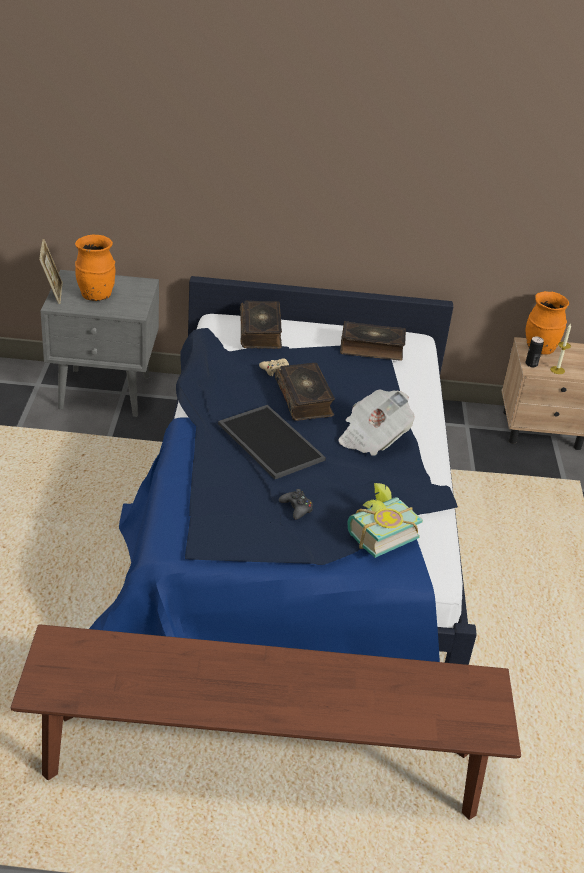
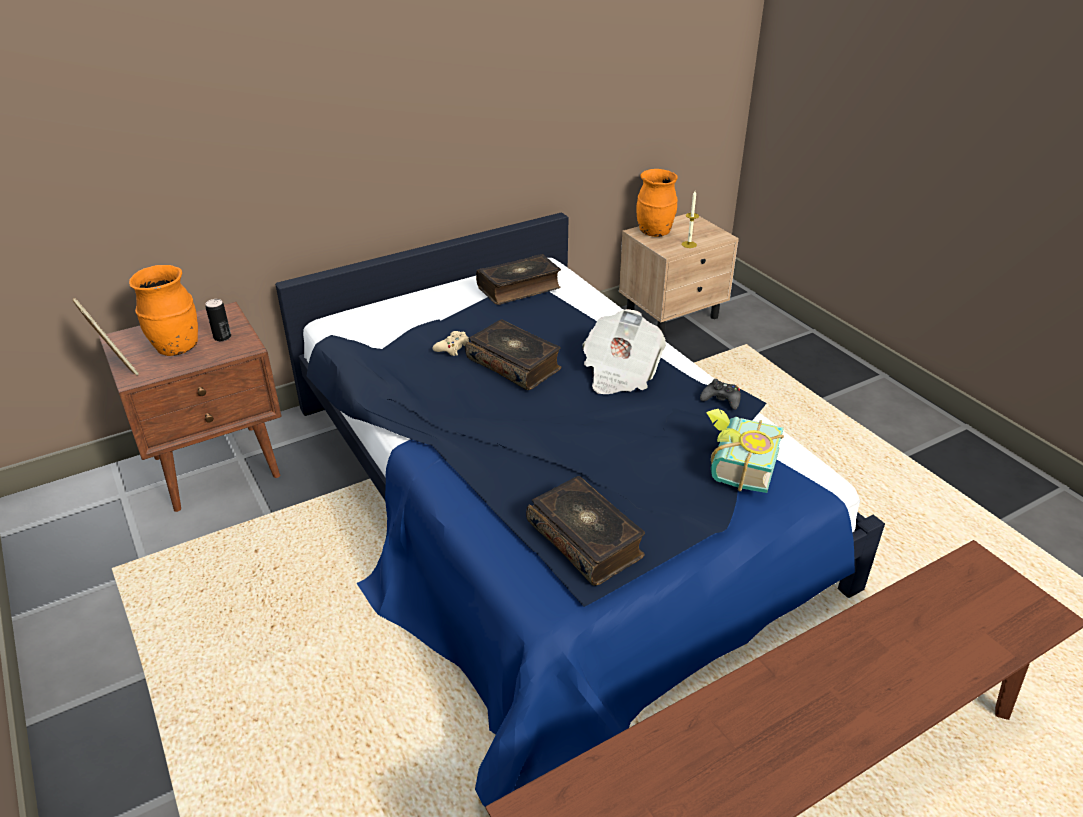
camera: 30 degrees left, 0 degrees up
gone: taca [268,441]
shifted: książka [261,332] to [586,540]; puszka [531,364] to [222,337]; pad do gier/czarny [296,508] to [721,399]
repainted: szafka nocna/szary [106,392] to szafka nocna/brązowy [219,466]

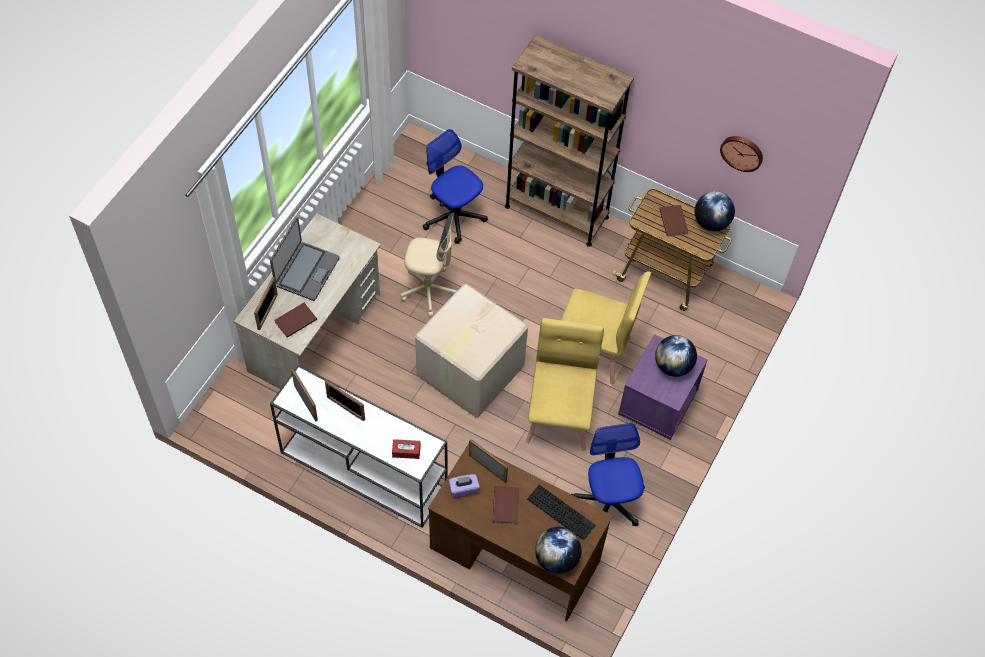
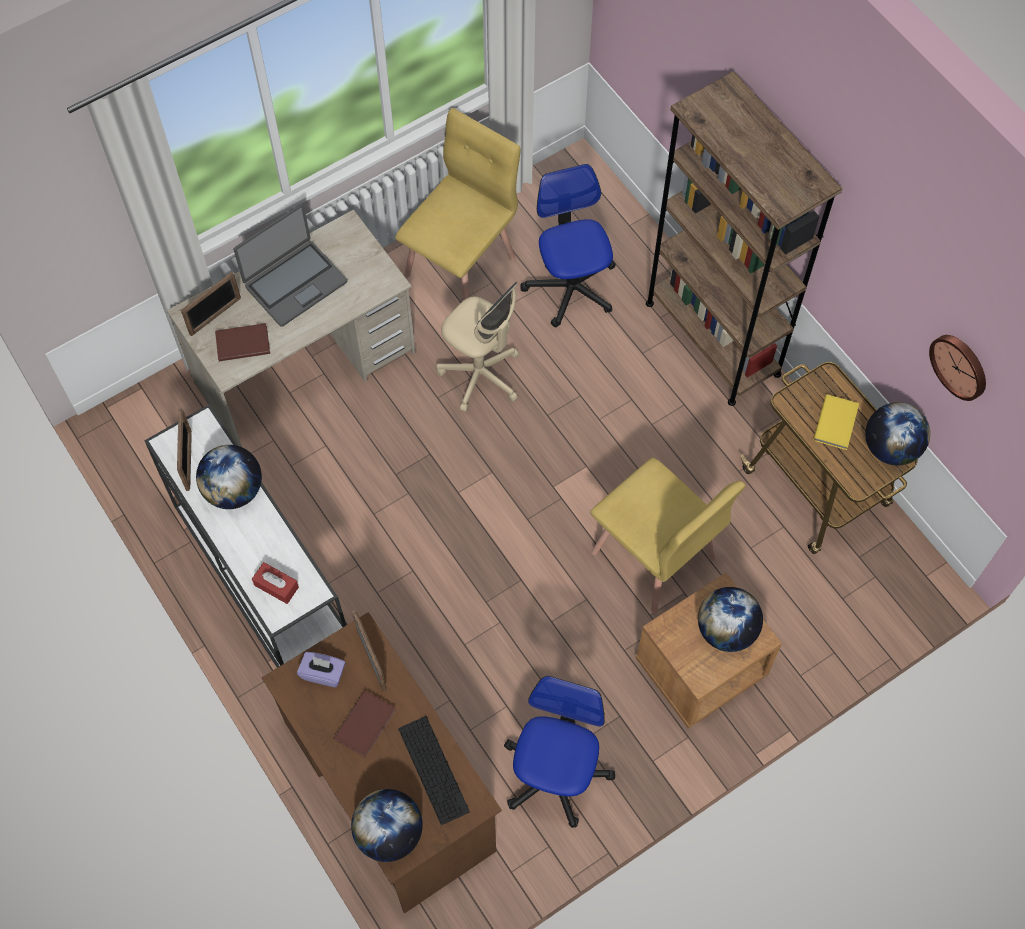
camera: 30 degrees right, 5 degrees up
gone: karton [468,370]
shifted: krzesło/żółty [559,419] to [461,266]
swapped: ramka na zdjęcie [345,408] to globus [234,490]
repainted: książka/brązowy [674,221] to książka/żółty [837,423]; szafka nocna/fioletowy [657,404] to szafka nocna/brązowy [700,669]

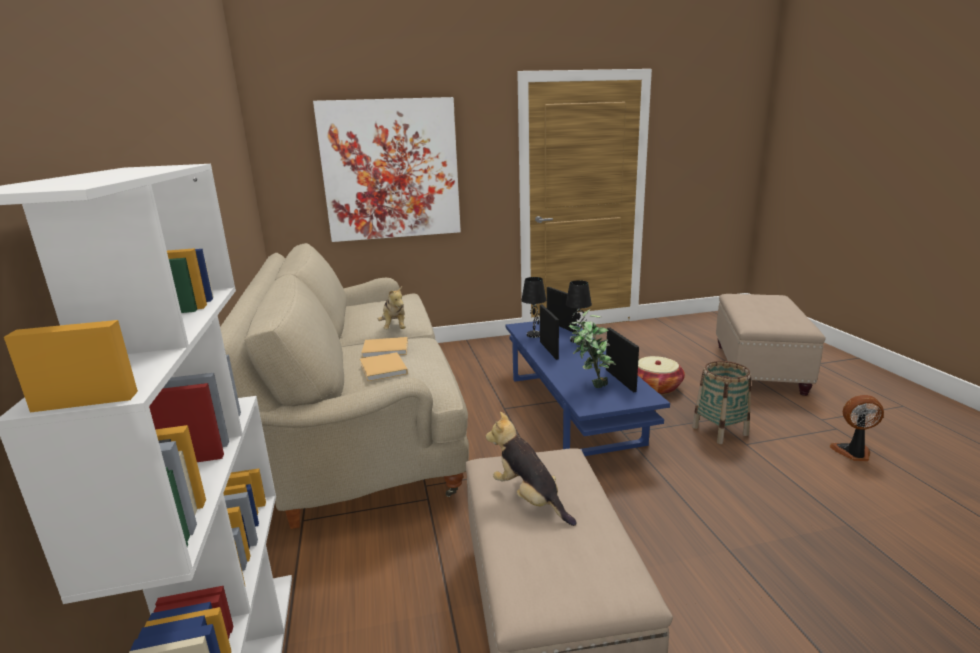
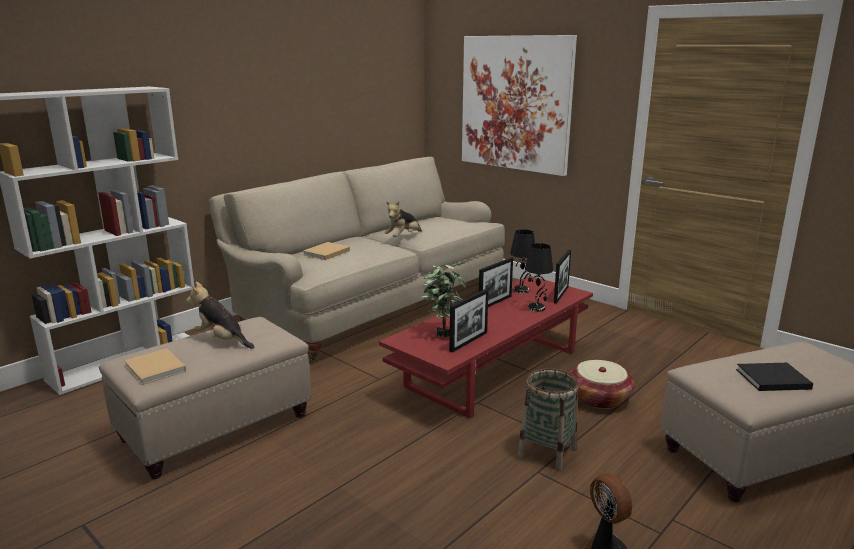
camera: 55 degrees right, 0 degrees up
new: książka/czarny [771,379]
shifted: książka/beżowy [387,349] to [156,369]
repainted: ława/niebieski [572,408] to ława/czerwony [493,368]
rotated: pluszak [529,499] = [222,340] 75 degrees counterclockwise

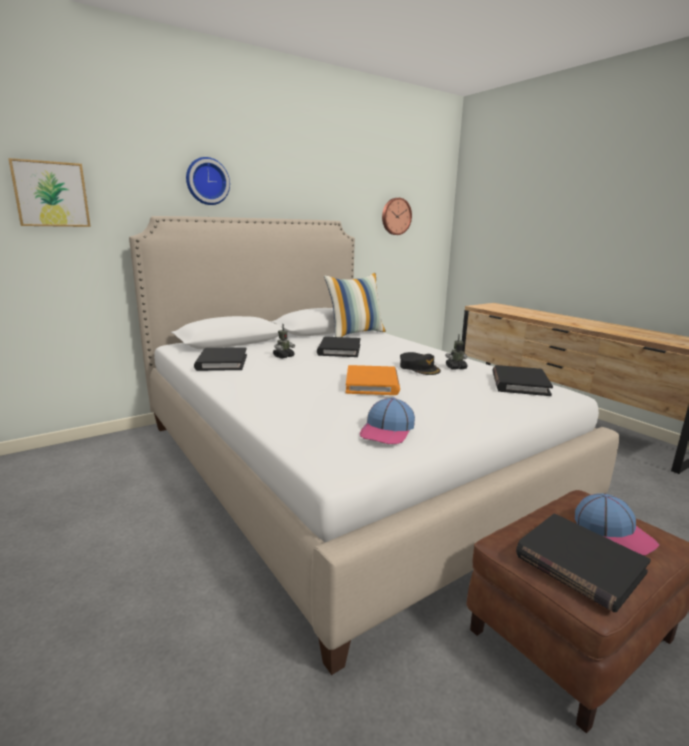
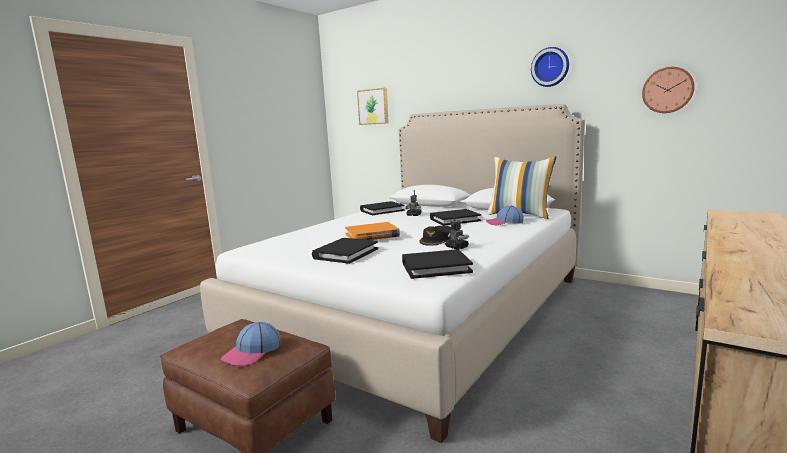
camera: 70 degrees right, 5 degrees down
shifted: zegar ścienny [207,181] to [550,67]; czapka z daszkiem [387,430] to [504,222]; książka/czarny [579,564] to [345,253]

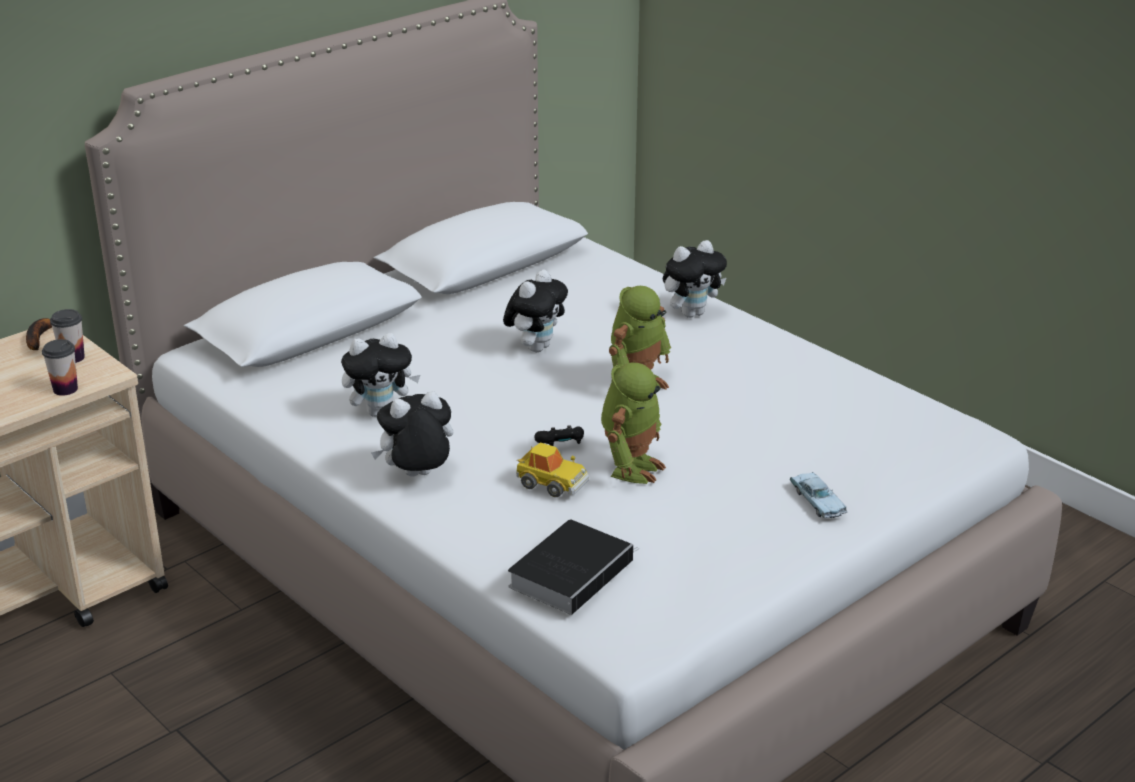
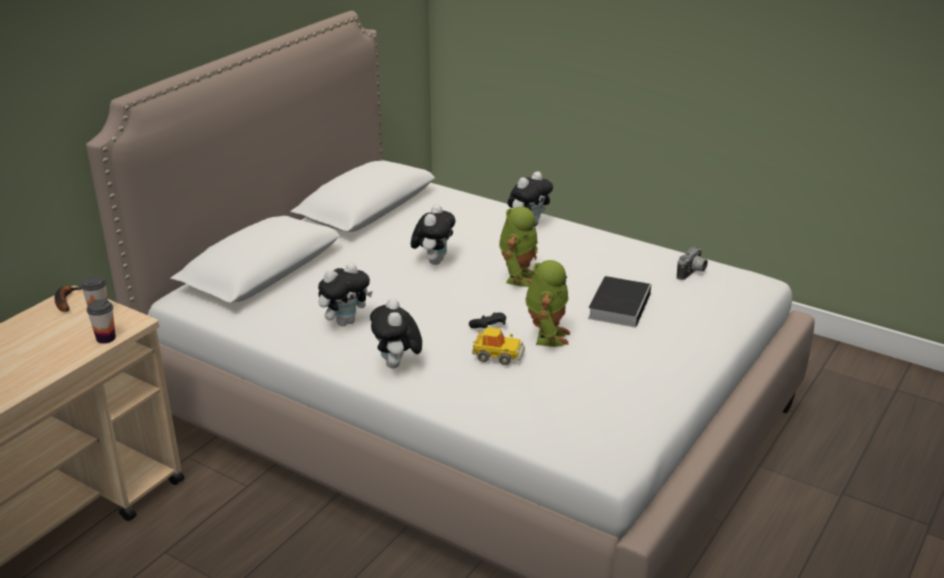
camera: 15 degrees left, 0 degrees up
gone: samochodzik/niebieski [817,501]
new: aparat fotograficzny [692,273]
shifted: książka [572,571] to [619,305]
rotated: pluszak [417,477] = [397,365] 60 degrees counterclockwise

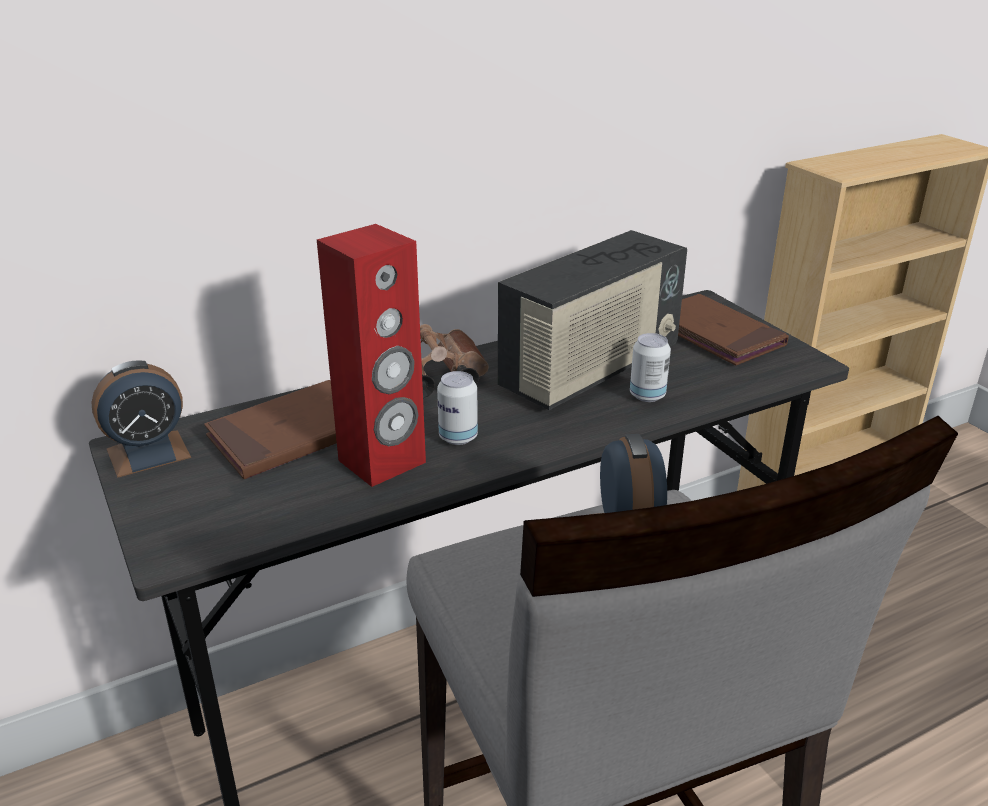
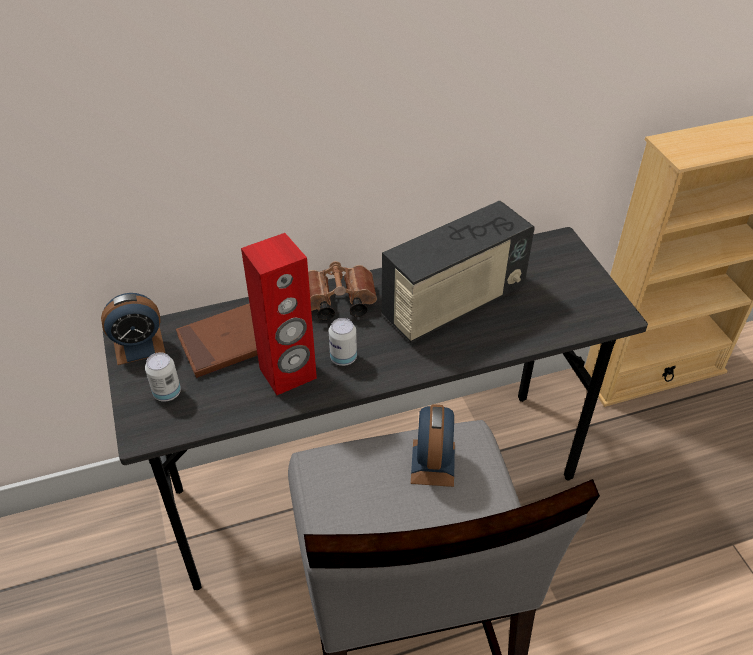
camera: 10 degrees right, 15 degrees up
gone: książka/brązowy [715,335]
shifted: puszka [647,395] to [167,393]

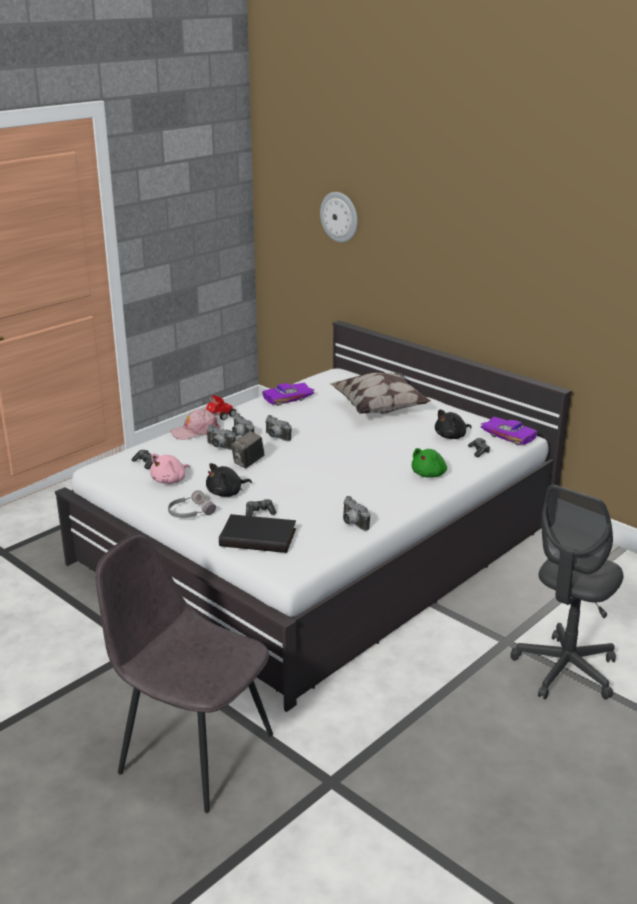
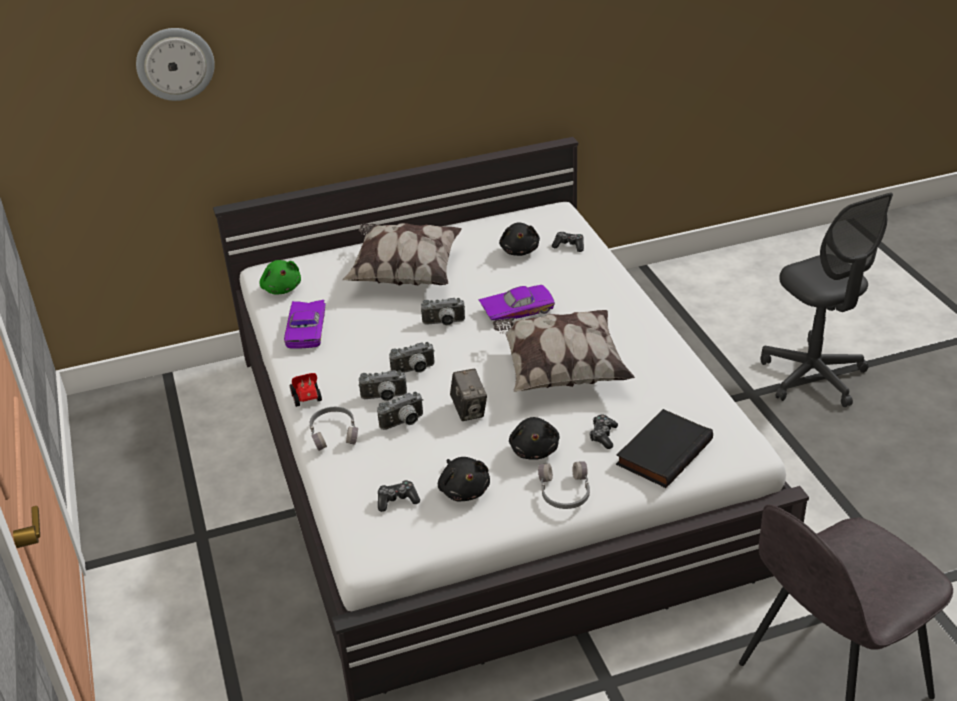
camera: 60 degrees left, 10 degrees up
new: poduszka [560,371]
shifted: samochodzik/fioletowy [509,435] to [516,309]; pluszak/zielony [429,474] to [281,288]; aparat fotograficzny [352,523] to [444,323]
swapped: czapka z daszkiem/różowy [195,431] to słuchawki/szary [334,433]
repainted: pluszak/różowy [170,480] to pluszak/czarny [464,490]

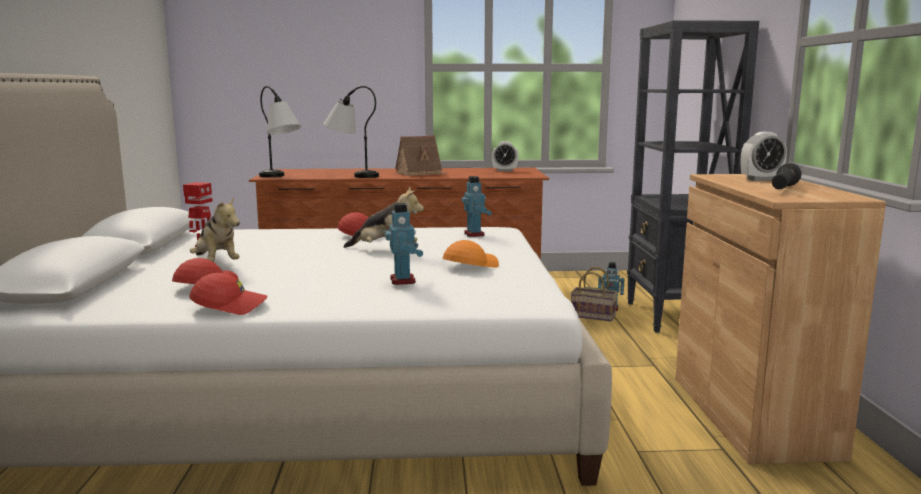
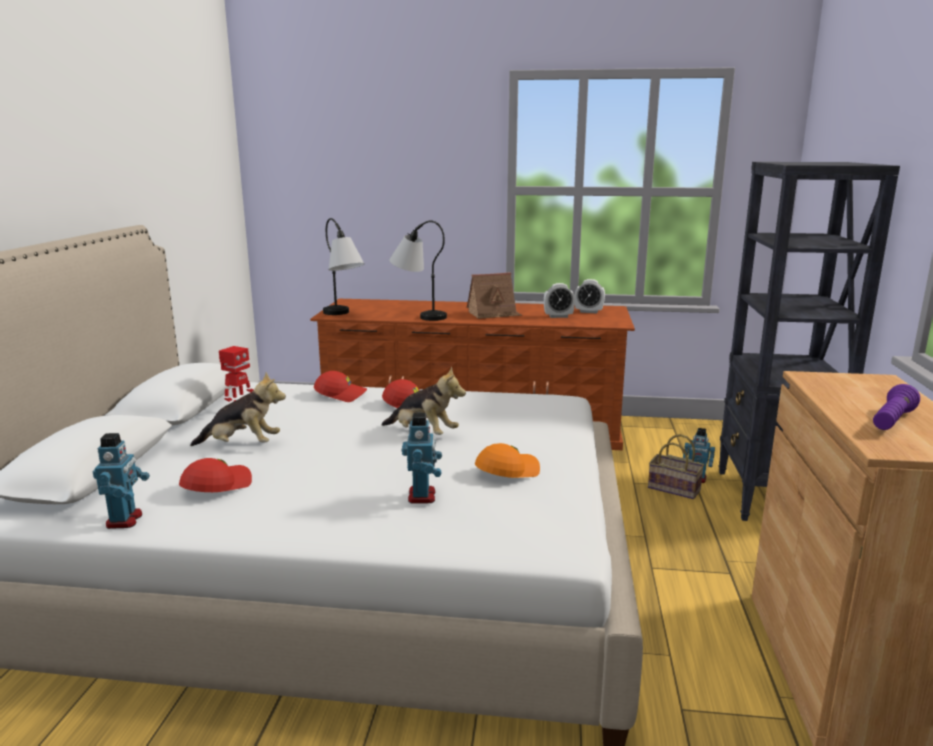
camera: 10 degrees right, 5 degrees up
shifted: budzik [761,179] to [558,316]; robot zabawkowy [474,234] to [125,520]; czapka z daszkiem/czerwony [230,306] to [341,394]
repainted: latarka/czarny [783,189] to latarka/fioletowy [891,422]
rotated: pluszak [216,263] = [242,445] 60 degrees counterclockwise

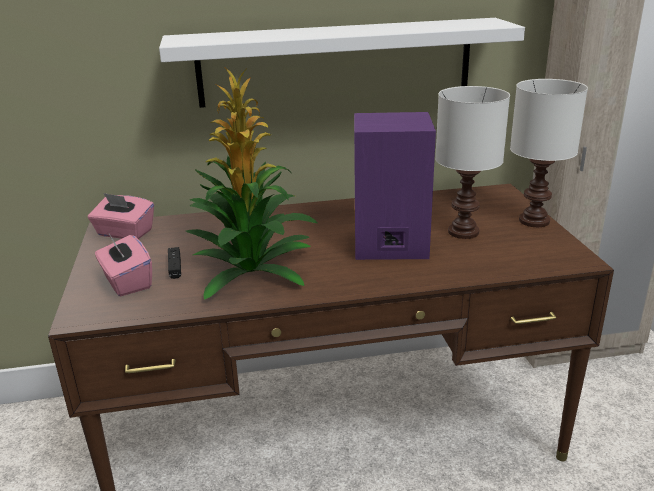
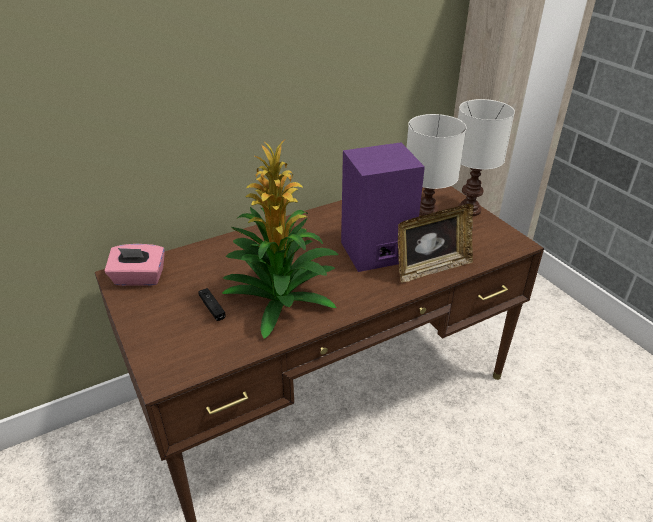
camera: 20 degrees left, 10 degrees up
gone: półka/biały [336,62]; pudełko chusteczek/różowy [127,282]
new: ramka na zdjęcie [431,268]

